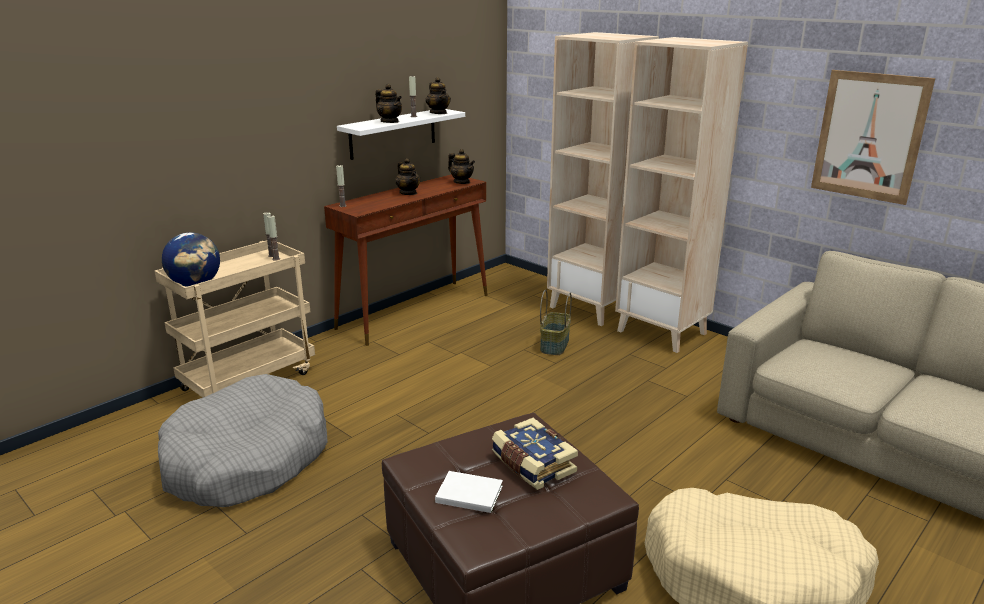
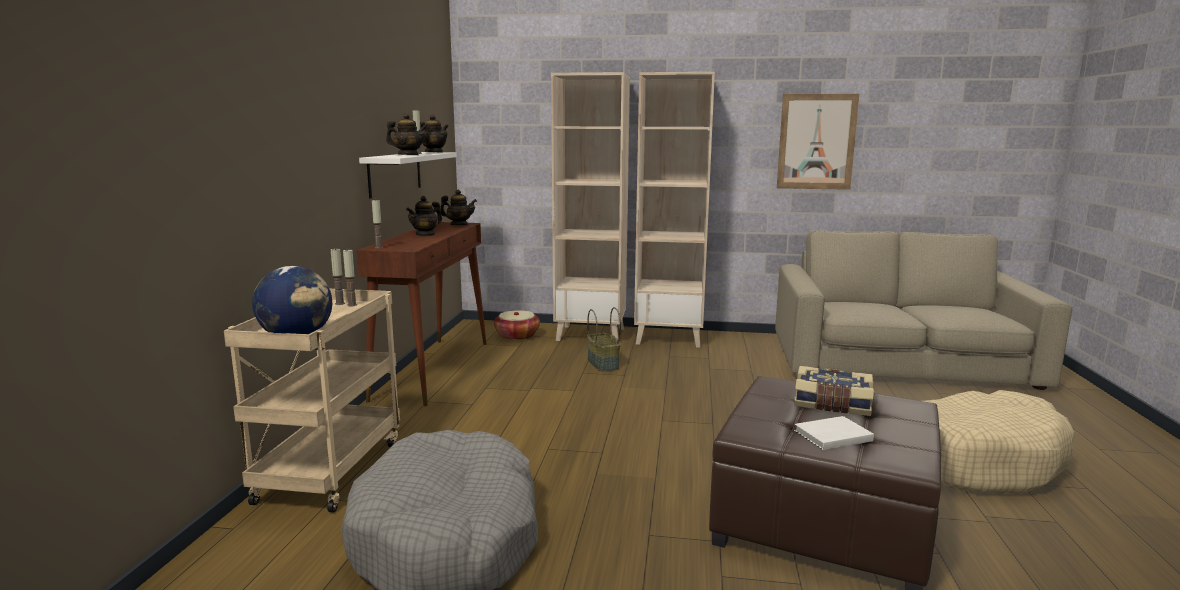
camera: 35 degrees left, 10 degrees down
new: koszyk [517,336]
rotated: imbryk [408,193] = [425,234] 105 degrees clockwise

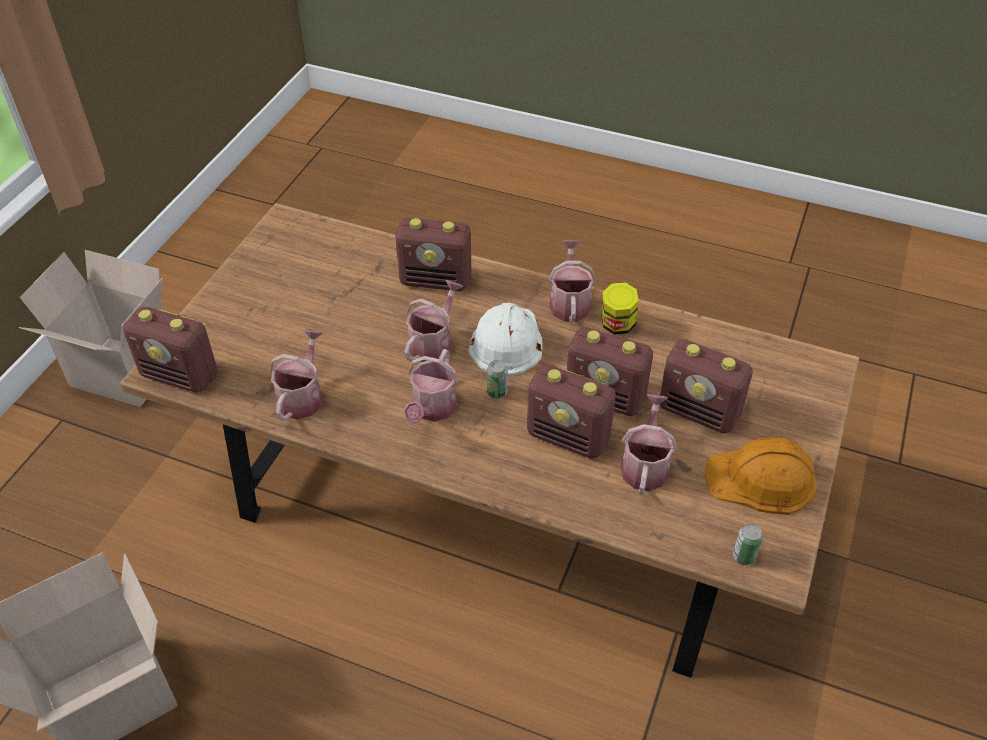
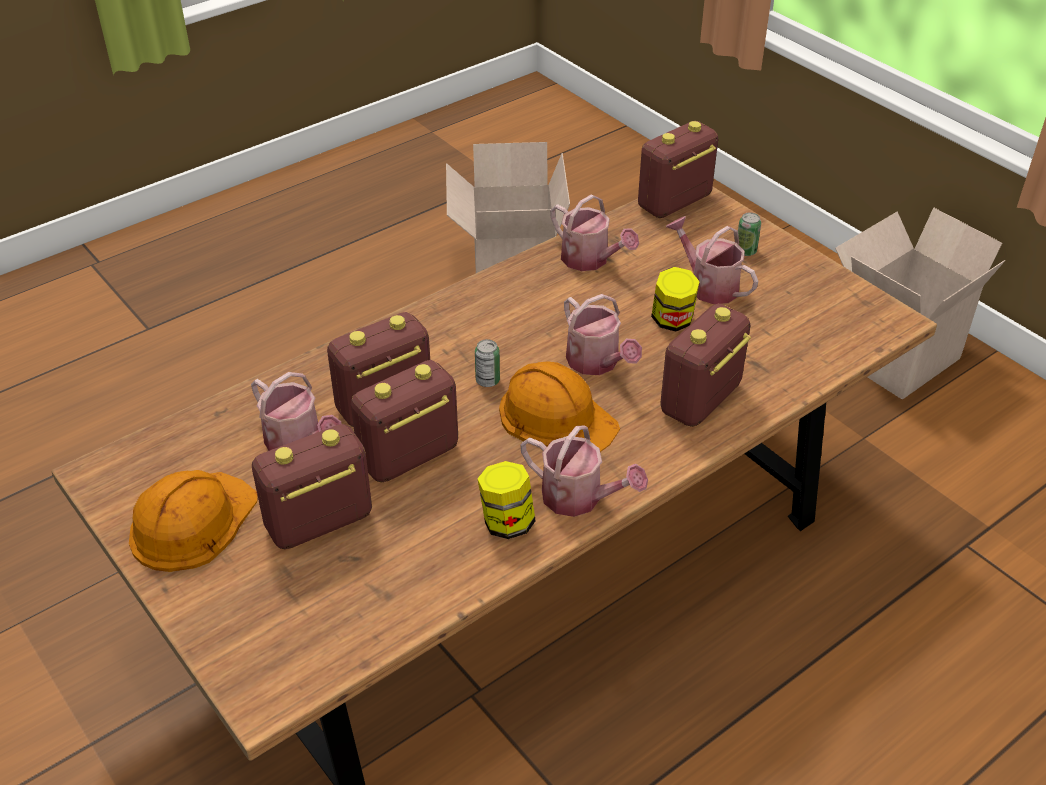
camera: 120 degrees right, 5 degrees down
new: słoik [672,321]
shifted: konewka [432,409] to [708,285]; puszka [743,556] to [745,251]
repainted: kask/biały [506,341] to kask/pomarańczowy [556,417]

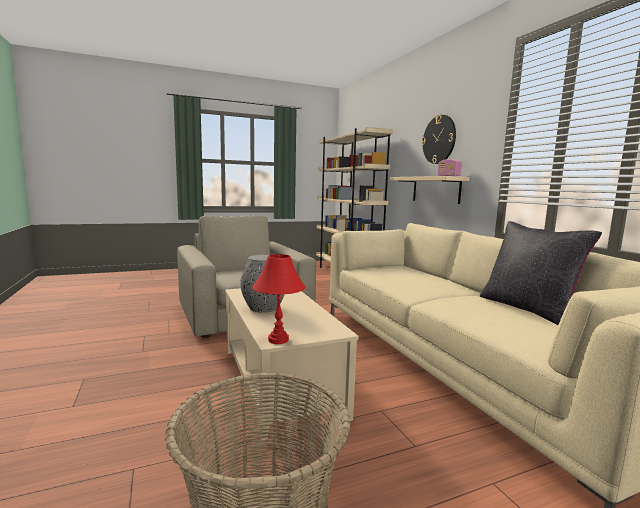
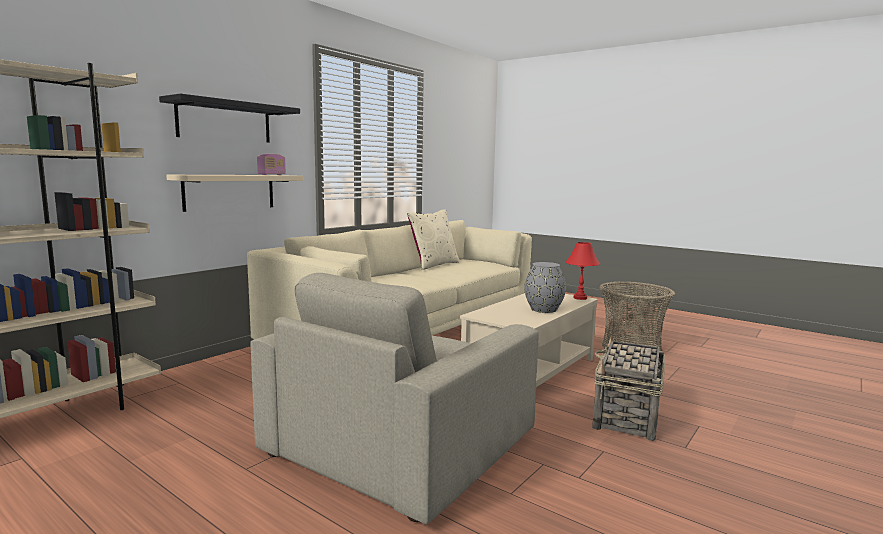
camera: 120 degrees left, 0 degrees up
new: koszyk [626,416]
swapped: zegar ścienny [439,139] to półka/czarny [224,122]
repainted: poduszka/czarny [527,309] to poduszka/beżowy [434,265]

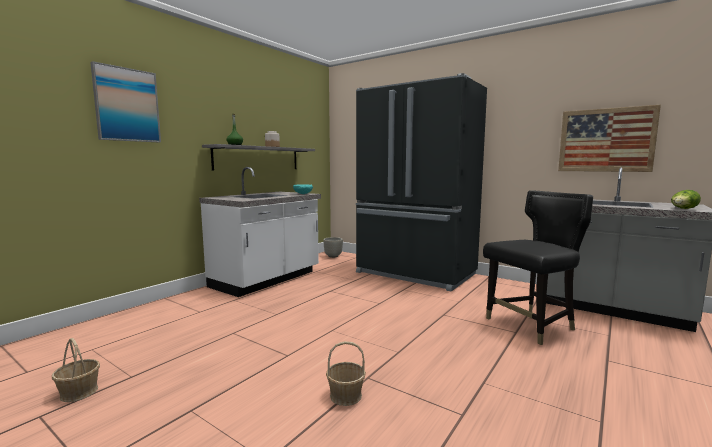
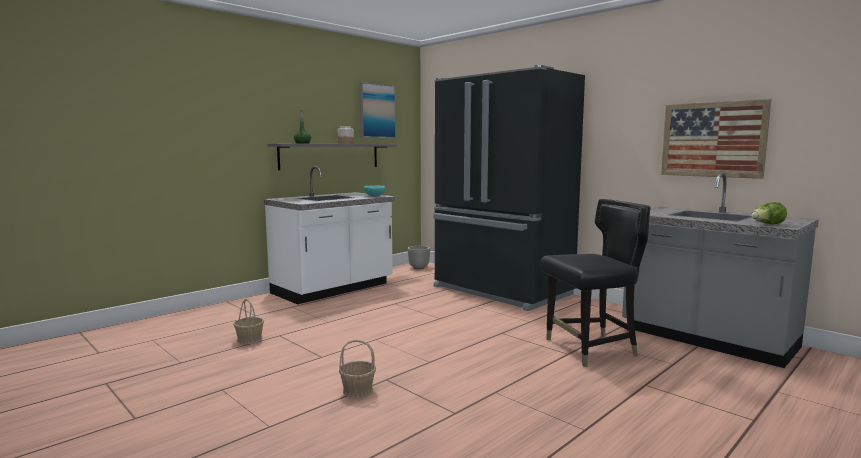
camera: 10 degrees right, 0 degrees up
shifted: obraz [127,105] to [377,111]; koszyk [79,392] to [249,339]

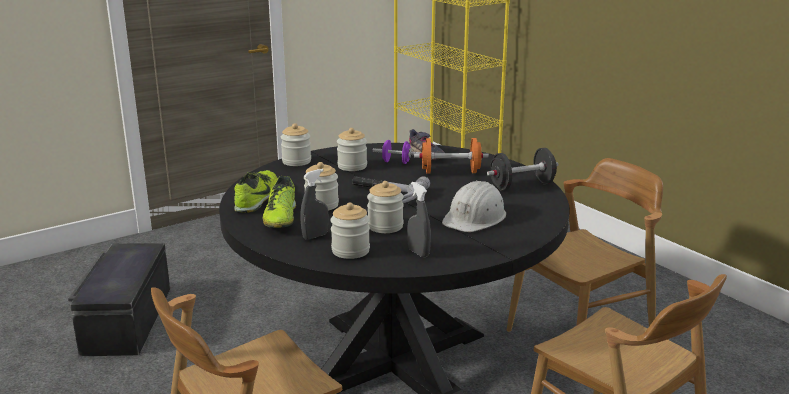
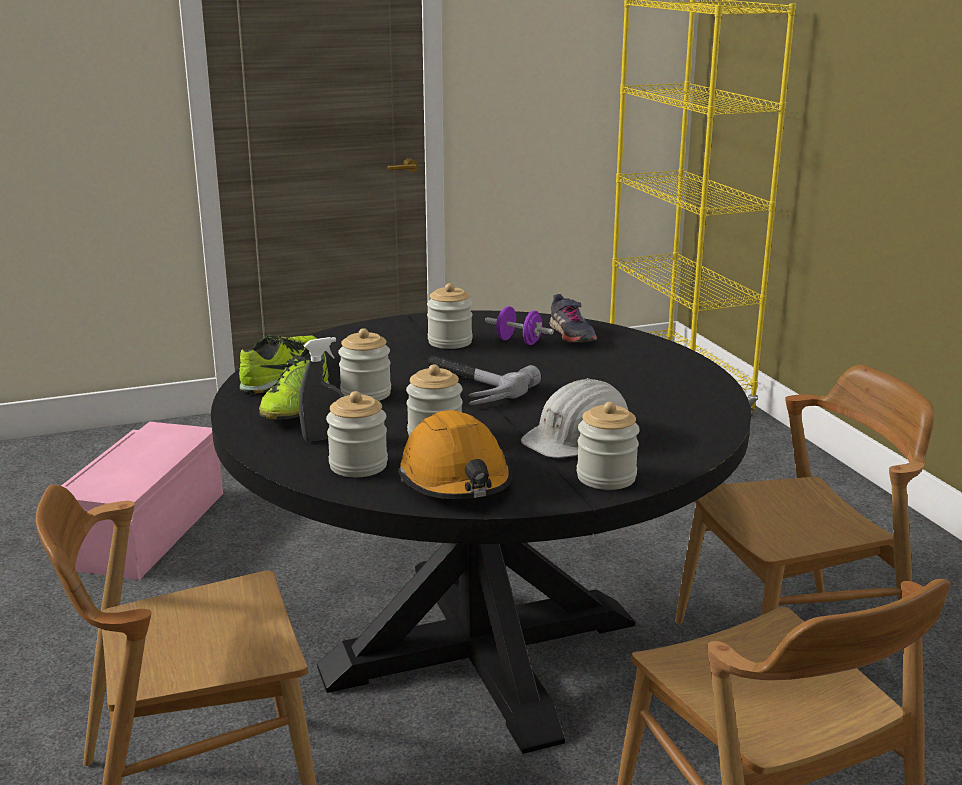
camera: 15 degrees right, 0 degrees up
gone: hantel/pomarańczowy [450,172]; hantel/czarny [522,186]
shifted: słoik [296,161] to [606,477]
swapped: spryskiwacz/szary [418,252] to kask/pomarańczowy [456,480]
repainted: pojemnik do przechowywania/czarny [126,320] to pojemnik do przechowywania/różowy [146,529]

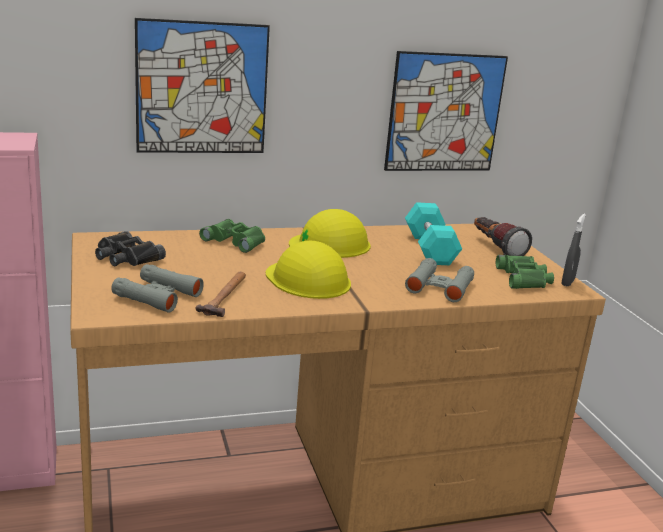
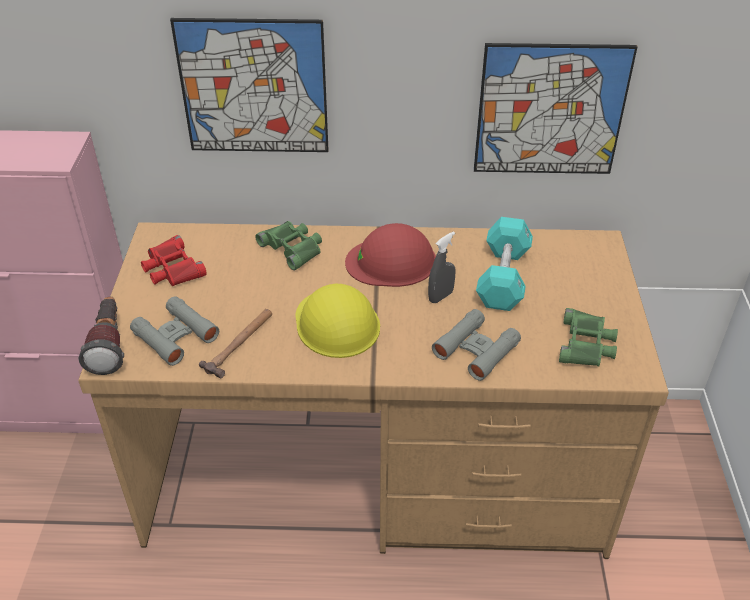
camera: 20 degrees right, 20 degrees up
shifted: spryskiwacz/szary [567,282] to [440,296]; latarka [495,248] to [109,345]
repainted: kask/żółty [330,244] to kask/czerwony [392,262]; lornetka/czarny [126,257] to lornetka/czerwony [172,268]

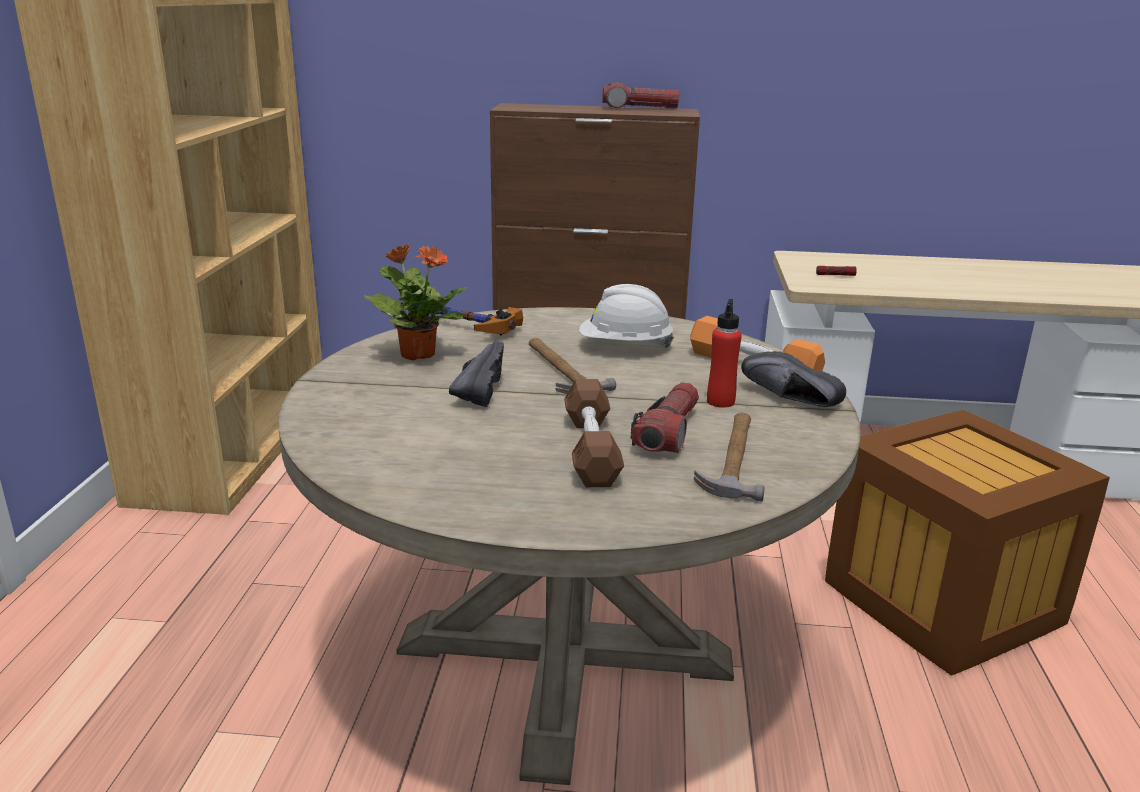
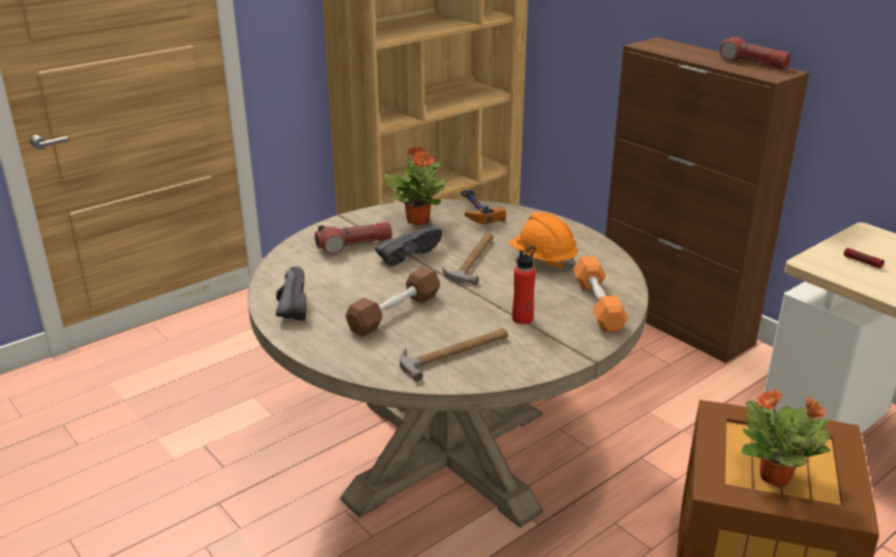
camera: 45 degrees right, 5 degrees up
new: roślina doniczkowa [776,477]
shifted: but/czarny [788,400] to [289,306]; latarka [668,432] to [354,245]
repainted: kask/biały [624,347] to kask/pomarańczowy [542,260]

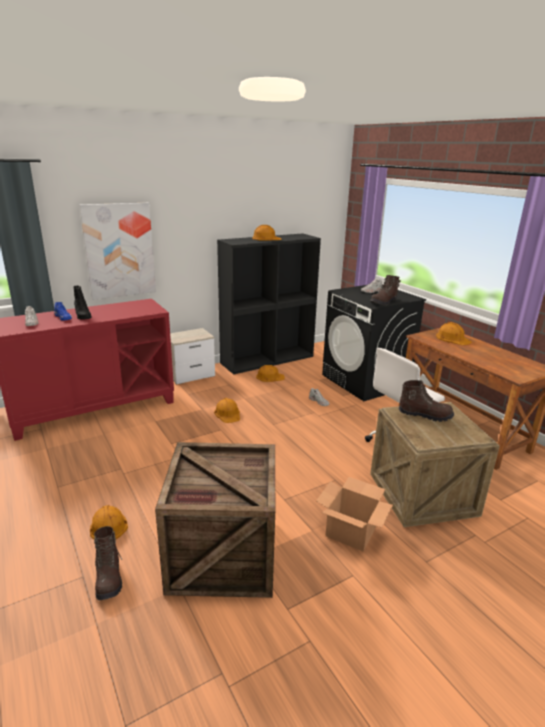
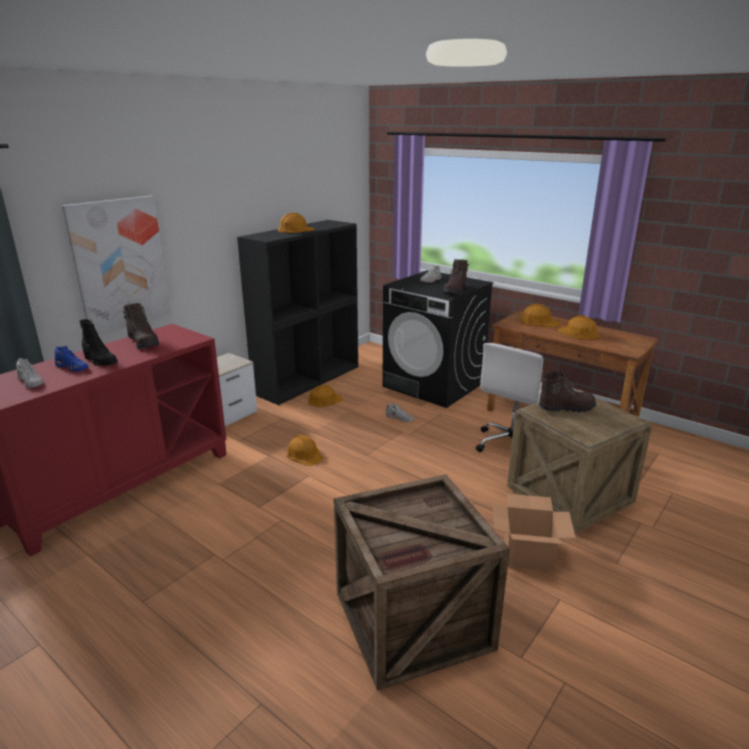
camera: 20 degrees left, 0 degrees up
shifted: kask/pomarańczowy [108,525] to [578,333]; but z cholewką/brązowy [109,577] to [144,342]

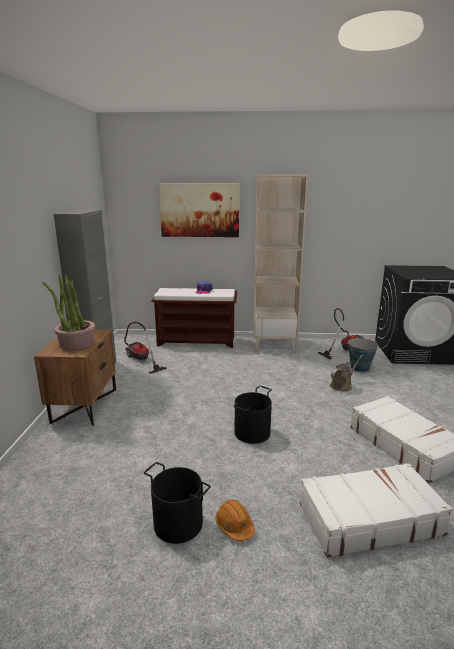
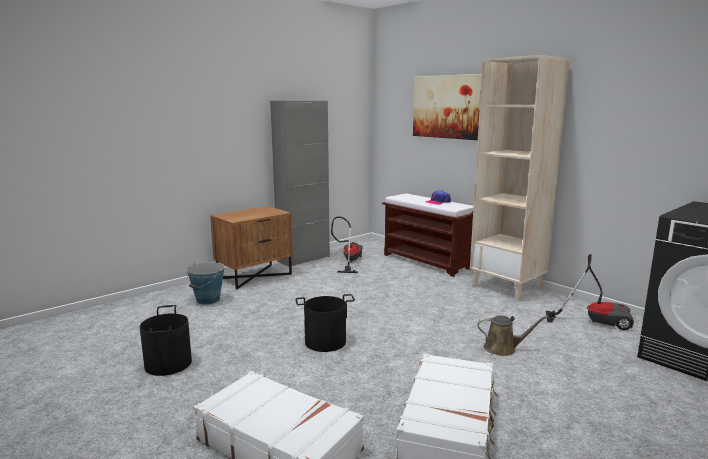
camera: 45 degrees right, 5 degrees down
gone: roślina doniczkowa [76,343]; kask/pomarańczowy [234,526]
shifted: wiadro [360,368] to [208,300]

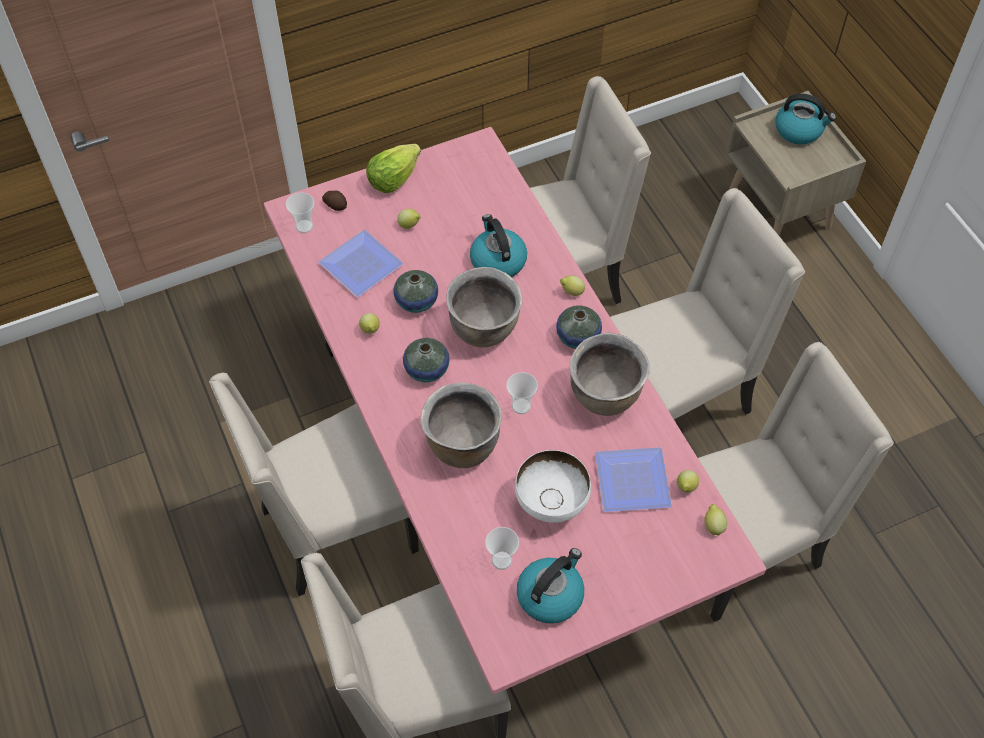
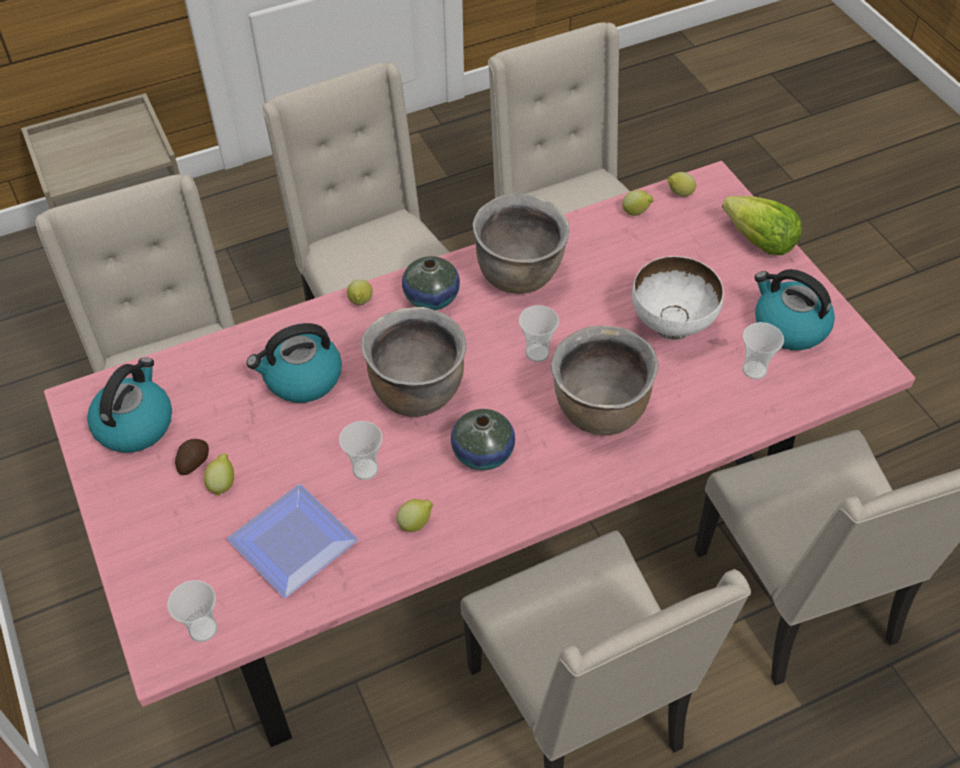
camera: 90 degrees left, 5 degrees down
gone: talerz [635,483]
shifted: czajnik [799,130] to [135,424]; sałata [393,179] to [759,242]; ziemniak [335,205] to [193,462]
swapped: wazon [416,301] to filiżanka [365,469]

